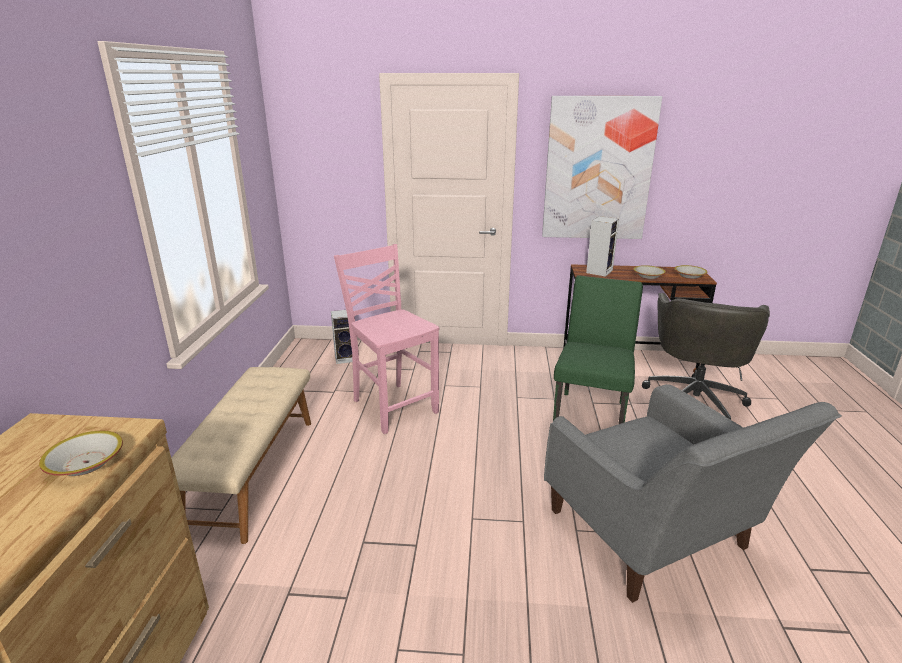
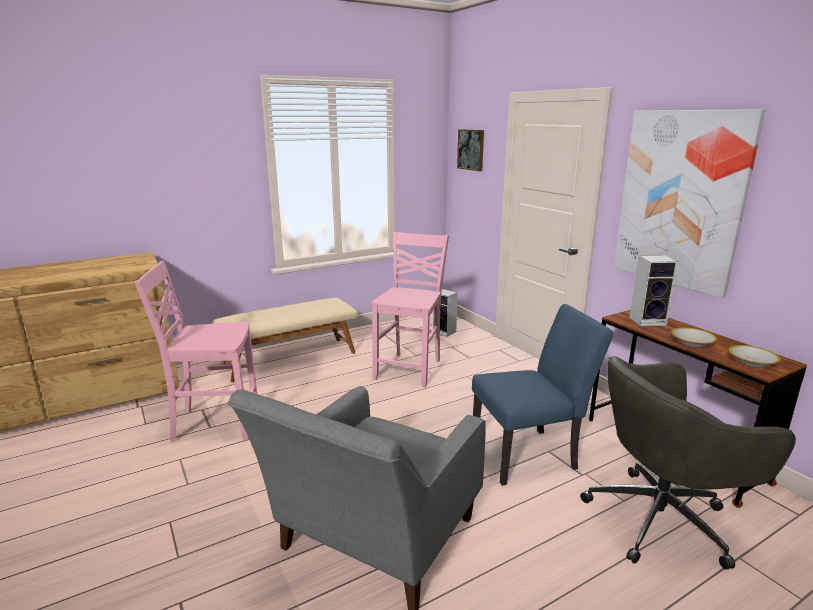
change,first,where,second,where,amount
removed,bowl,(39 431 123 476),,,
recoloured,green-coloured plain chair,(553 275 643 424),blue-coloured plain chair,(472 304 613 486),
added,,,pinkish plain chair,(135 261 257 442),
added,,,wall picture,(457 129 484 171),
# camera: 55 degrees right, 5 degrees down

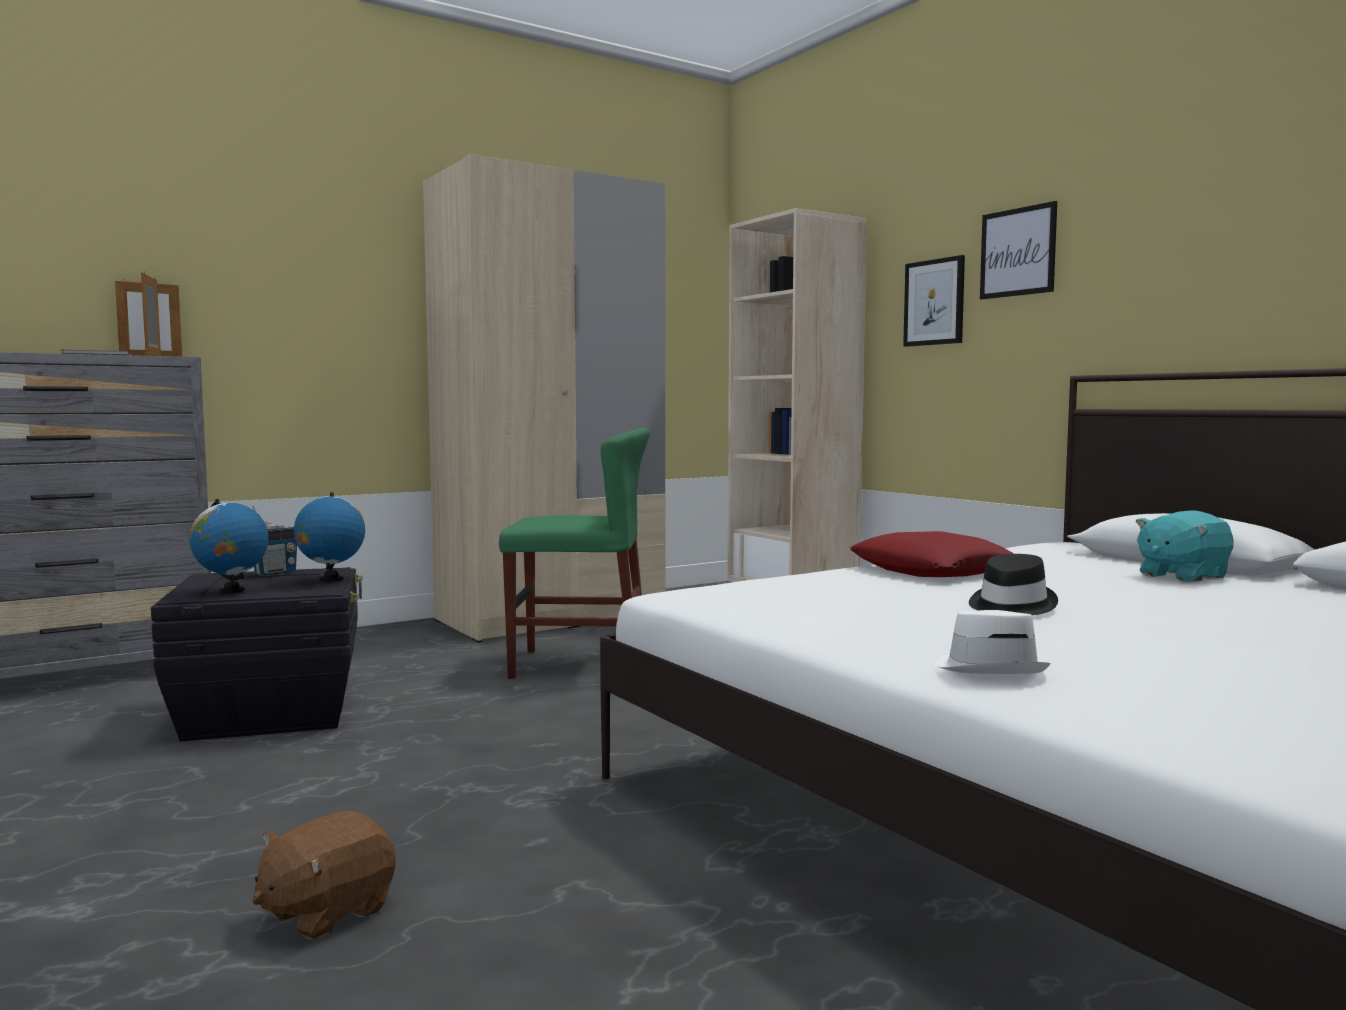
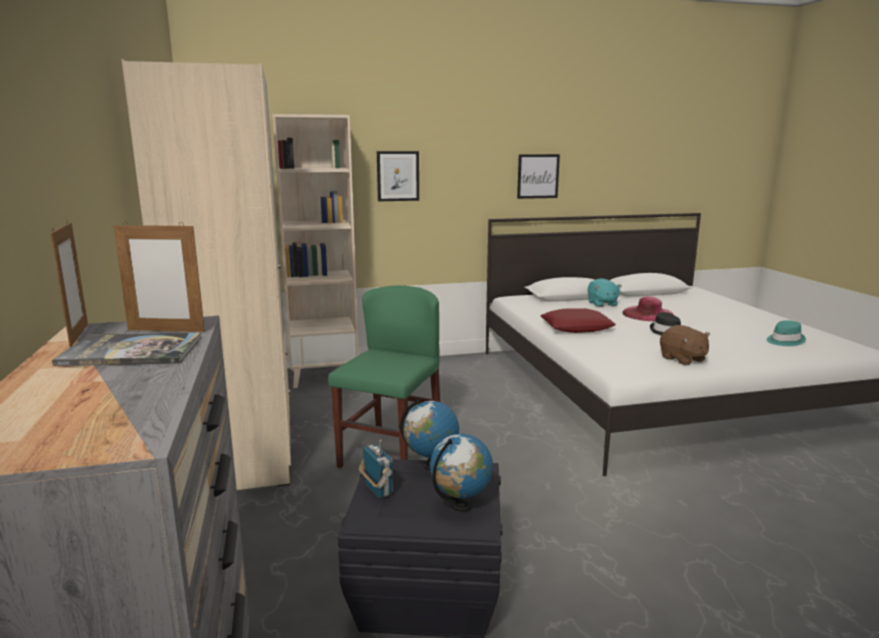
change,first,where,second,where,amount
moved,brown-coloured plush toy,(252 811 396 940),,(660 325 710 365),
removed,white clothing hat,(934 610 1051 674),,,
moved,wall picture,(980 201 1057 299),,(517 154 560 199),
added,,,pinkish clothing hat,(622 296 674 322),
added,,,blue-green clothing hat,(766 320 806 346),
# camera: 70 degrees left, 10 degrees up

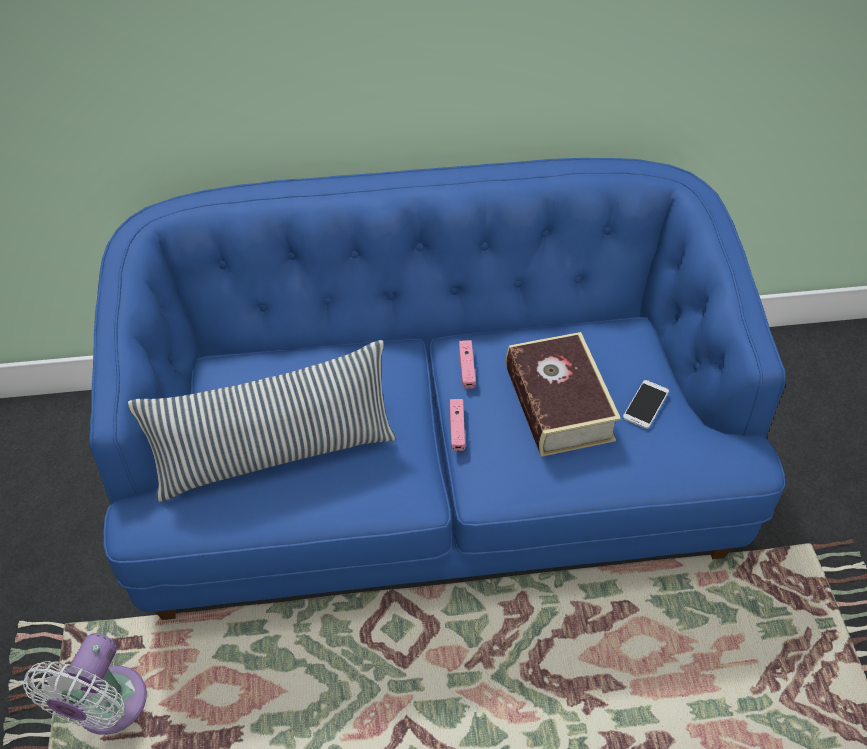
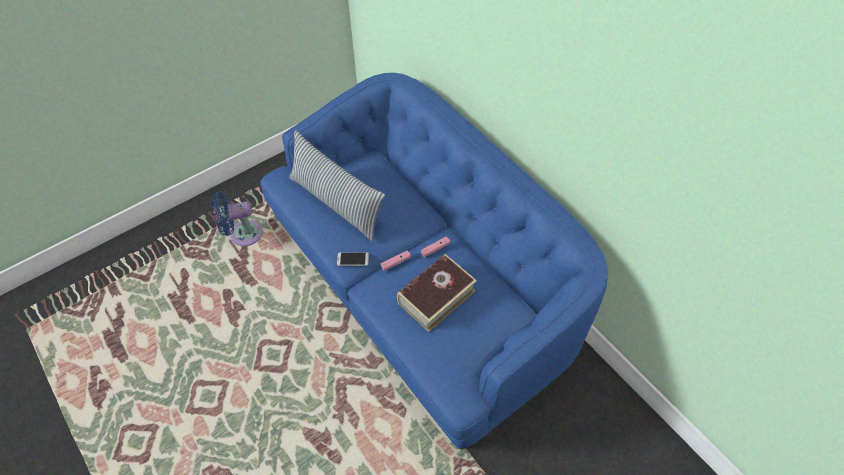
change,first,where,second,where,amount
recoloured,white cooling fan,(23 633 147 735),blue-coloured cooling fan,(212 191 263 246),
moved,telephone,(623 380 669 429),,(337 252 369 266),
# camera: 60 degrees right, 5 degrees up

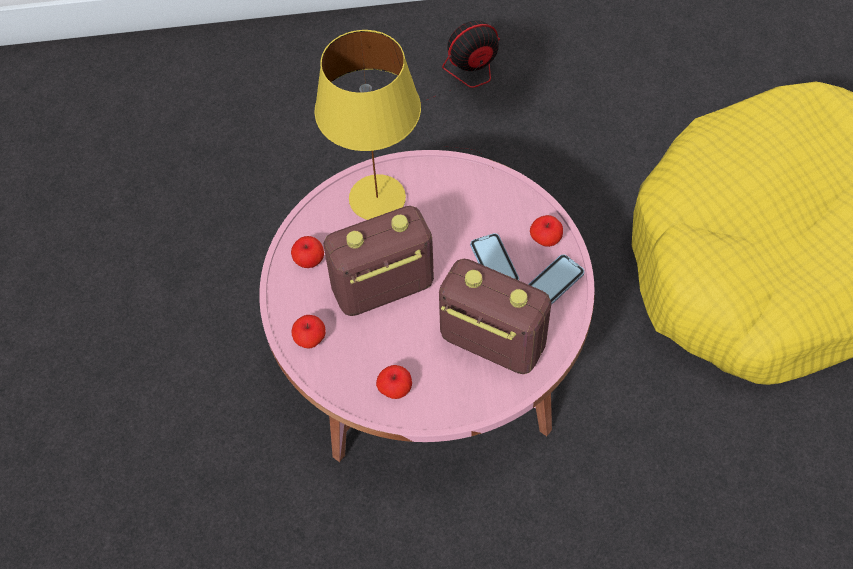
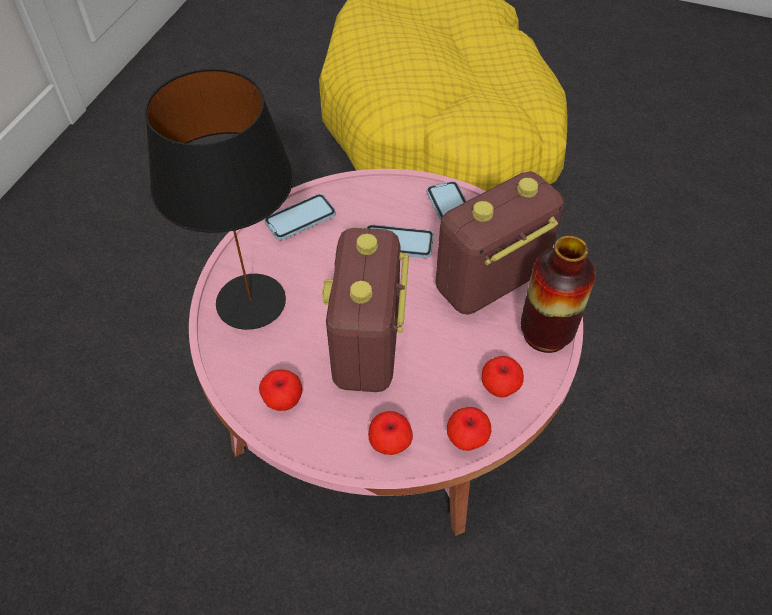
change,first,where,second,where,amount
recoloured,yellow lamp for a table,(314 30 421 220),blackish lamp for a table,(145 69 294 330),
removed,cooling fan,(419 20 500 161),,,
moved,whole apple,(530 215 563 247),,(447 407 491 451),
added,,,telephone,(264 194 336 240),
added,,,vase,(521 236 596 353),
# camera: 65 degrees left, 5 degrees down

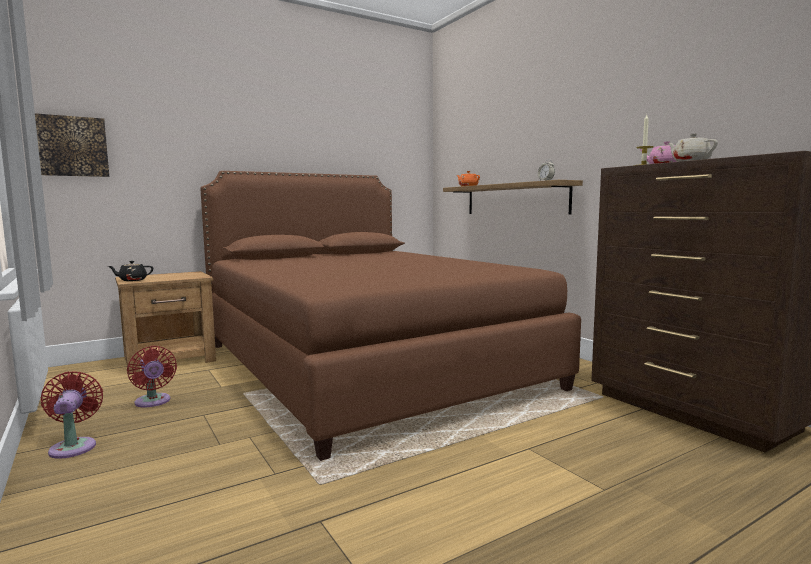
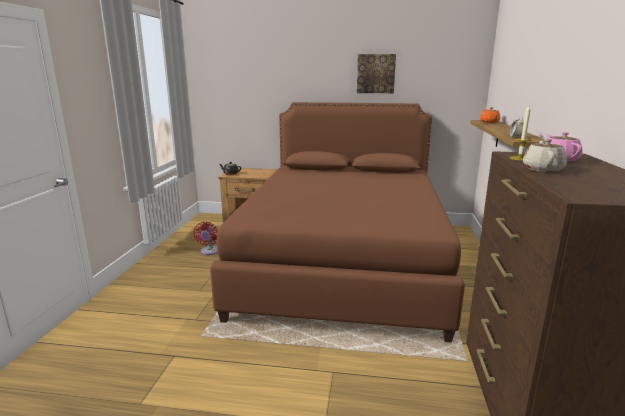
change,first,where,second,where,amount
moved,wall picture,(35 113 109 177),,(357 54 396 93),
removed,red-coloured cooling fan,(41 372 103 459),,,
# camera: 40 degrees right, 10 degrees up

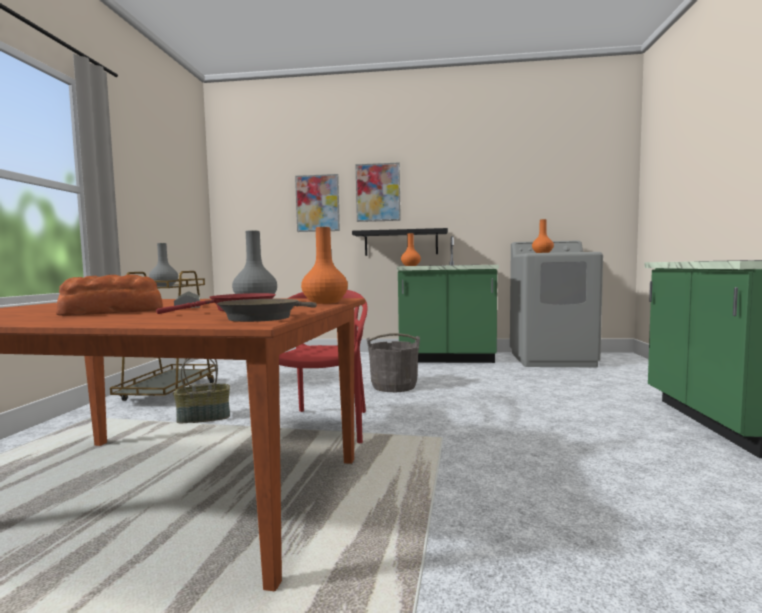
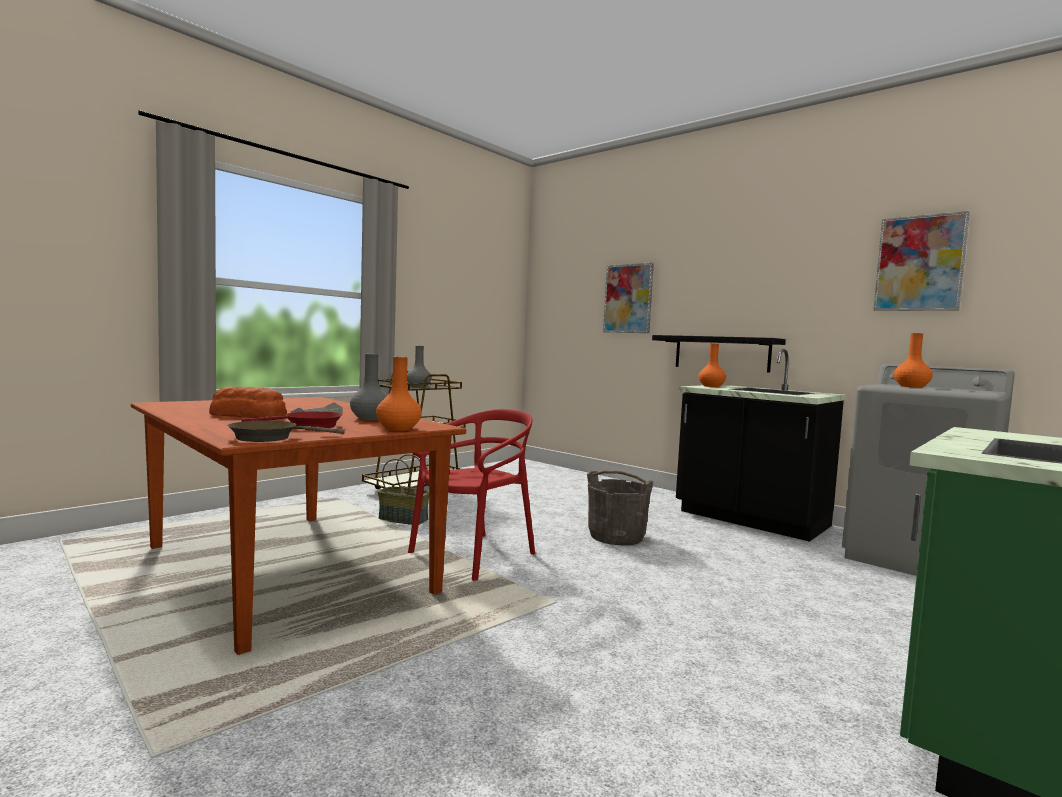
change,first,where,second,where,amount
moved,wall picture,(355 162 401 222),,(873 211 970 311),
recoloured,green-coloured kitchen counter,(397 236 499 363),blackish kitchen counter,(676 349 846 542),
# camera: 35 degrees right, 0 degrees up

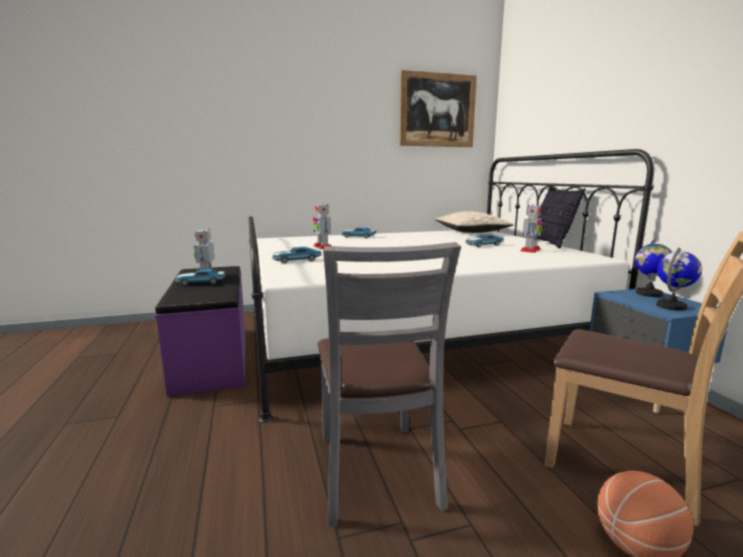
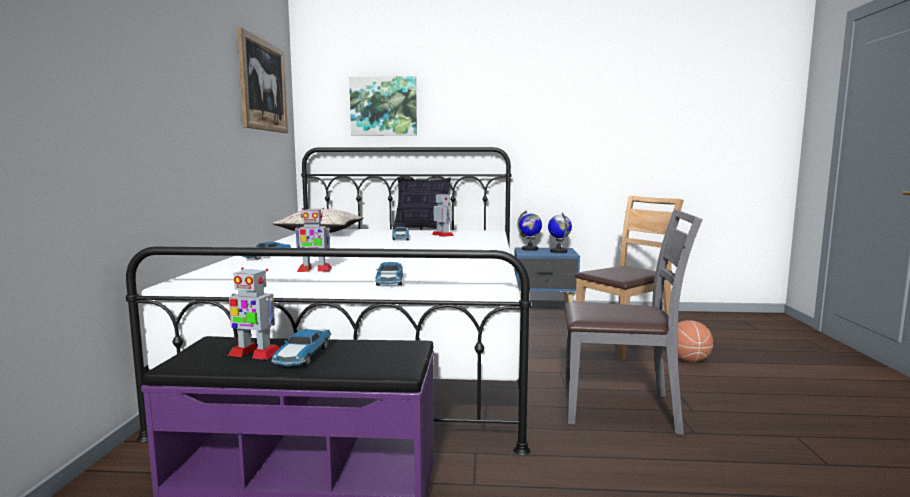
change,first,where,second,where,amount
added,,,wall picture,(349 76 417 135),
# camera: 70 degrees left, 5 degrees down

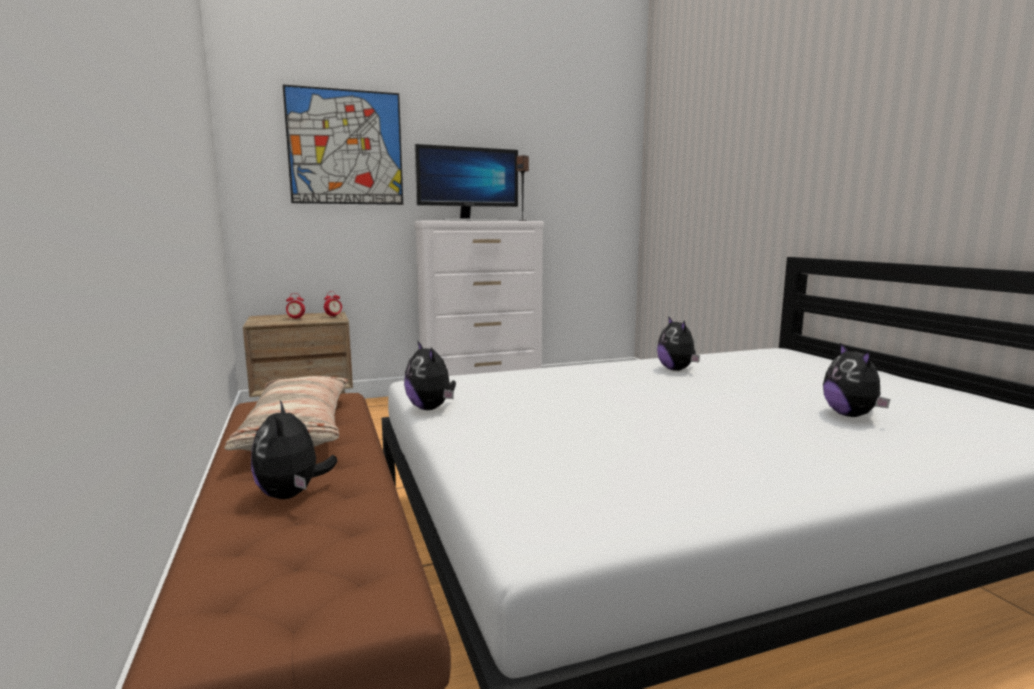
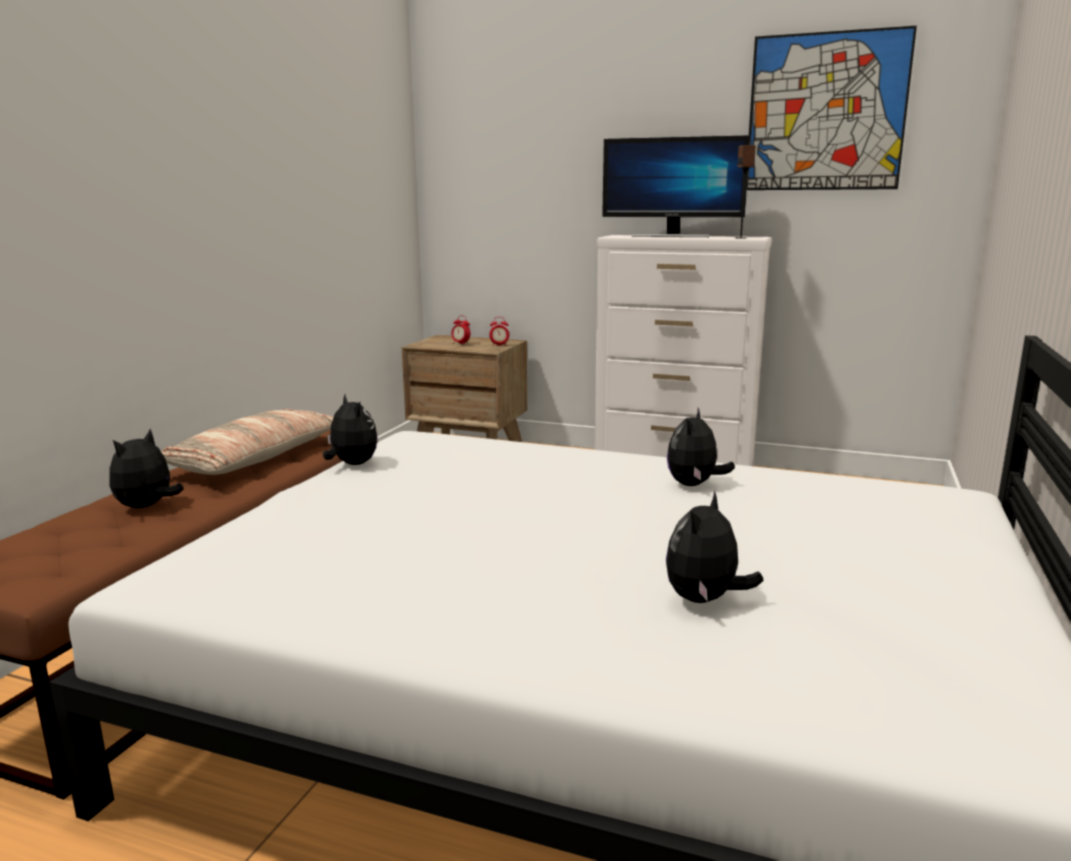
change,first,where,second,where,amount
moved,wall picture,(283 85 403 205),,(747 26 917 190),
turned,plush toy,(404 340 456 410),,(323 394 378 465),135 degrees clockwise
# camera: 40 degrees right, 5 degrees up

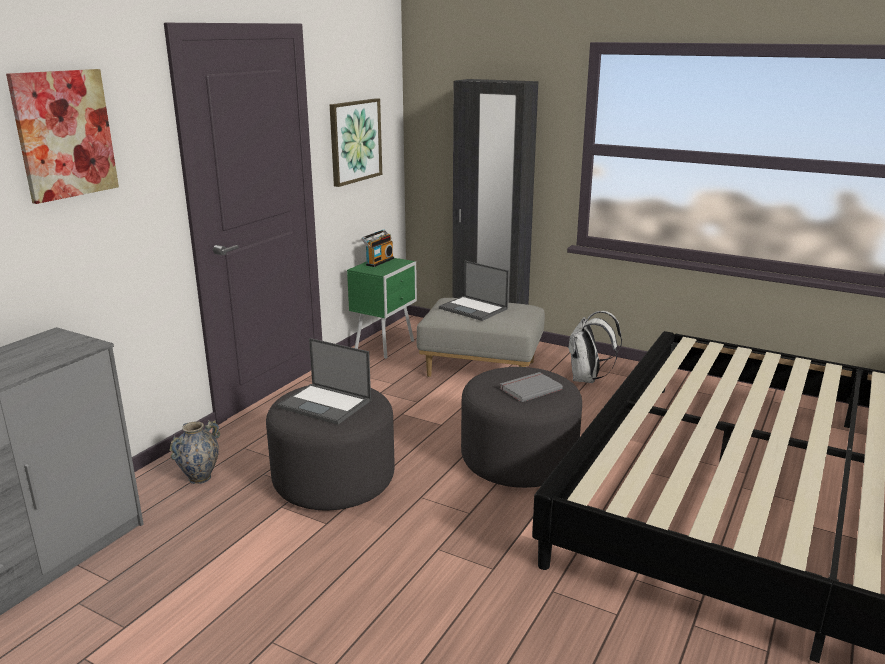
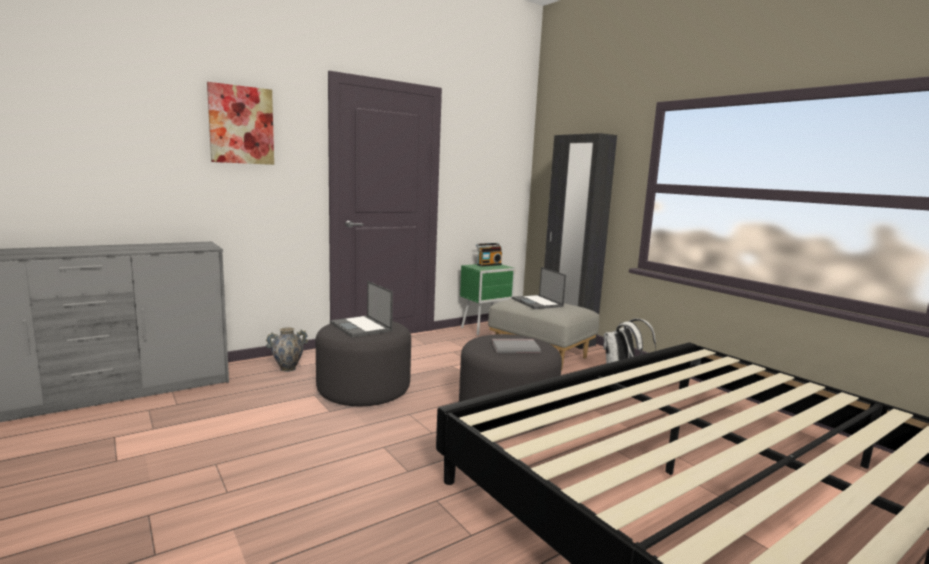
change,first,where,second,where,amount
removed,wall picture,(330 98 382 187),,,
# camera: 25 degrees right, 10 degrees down

